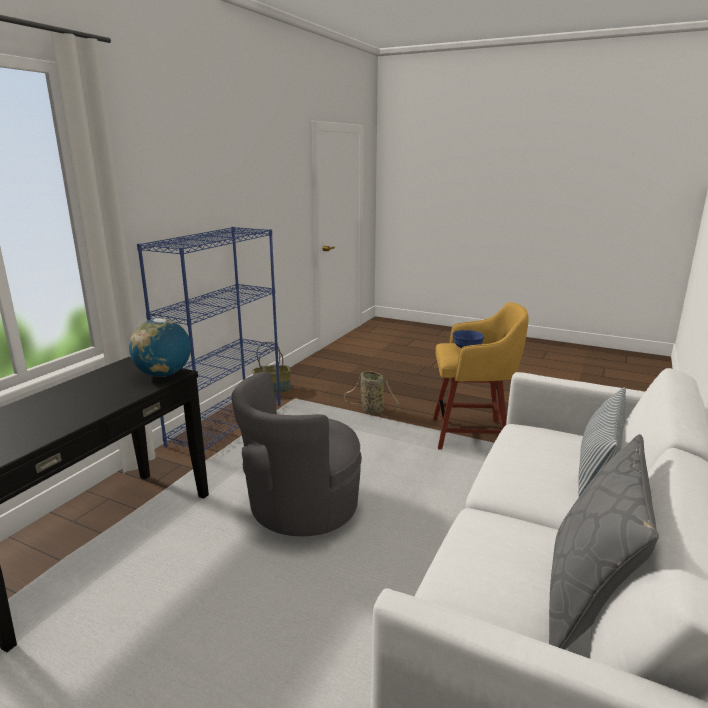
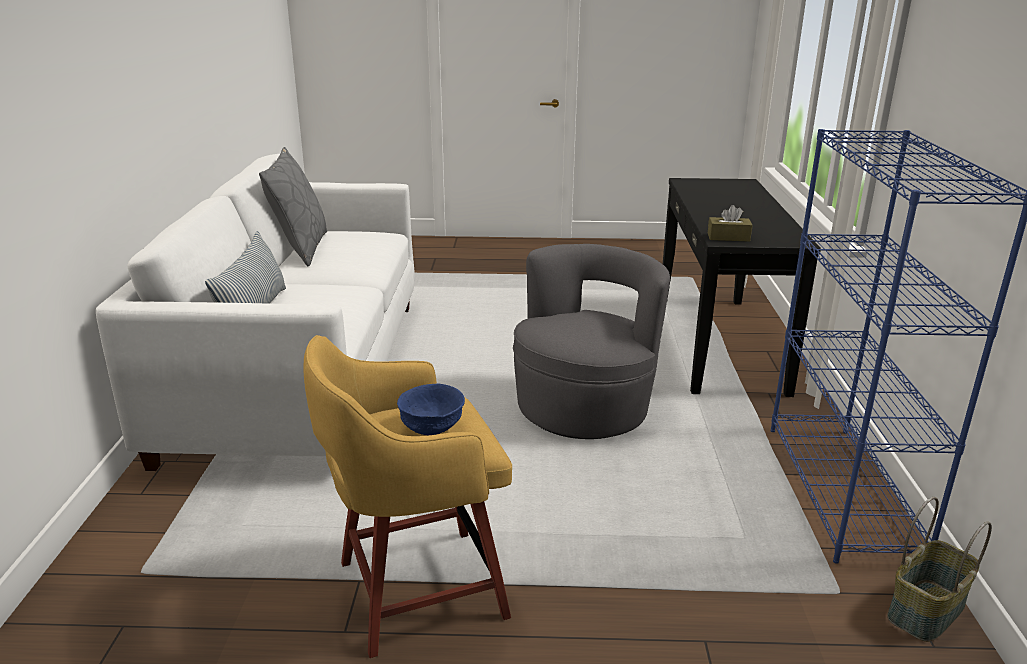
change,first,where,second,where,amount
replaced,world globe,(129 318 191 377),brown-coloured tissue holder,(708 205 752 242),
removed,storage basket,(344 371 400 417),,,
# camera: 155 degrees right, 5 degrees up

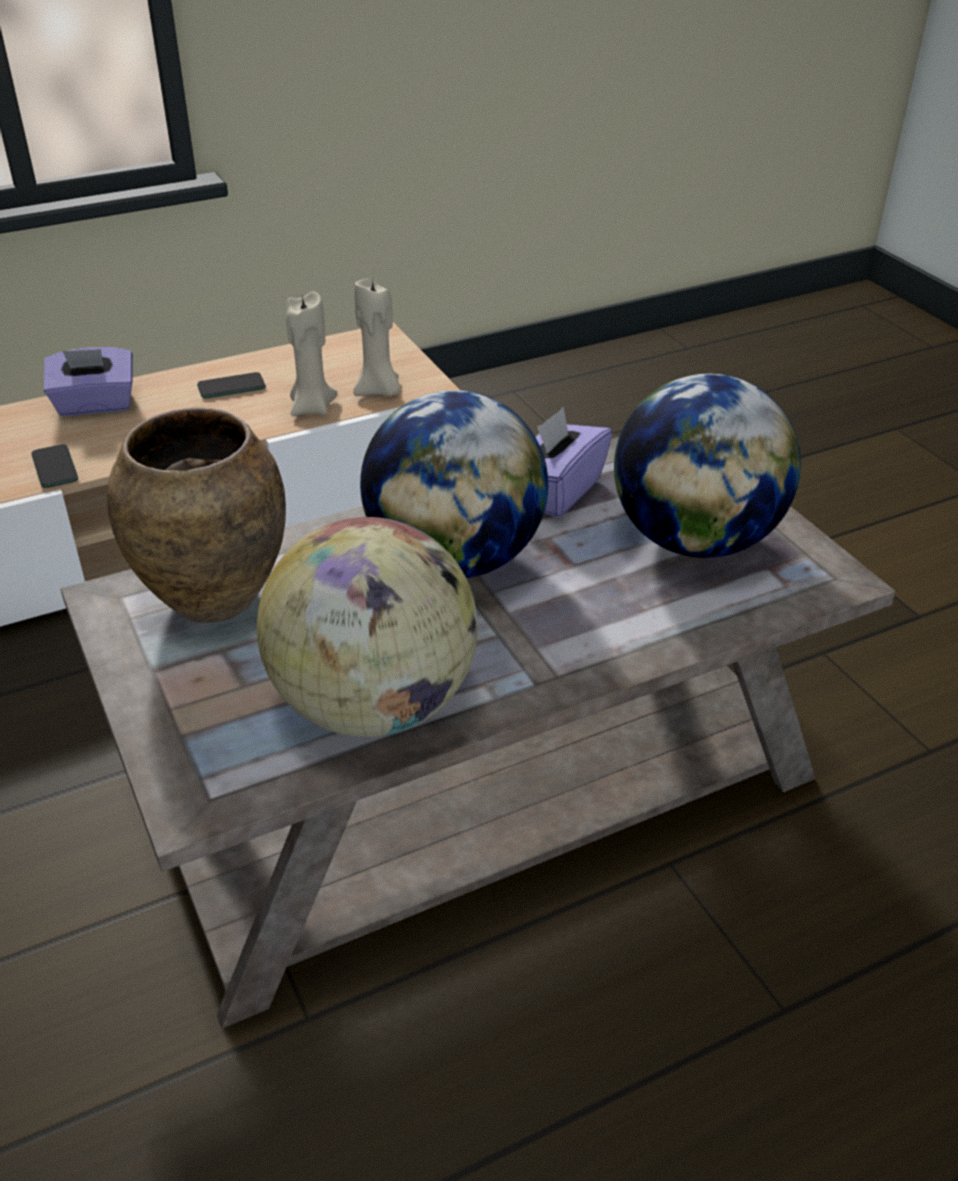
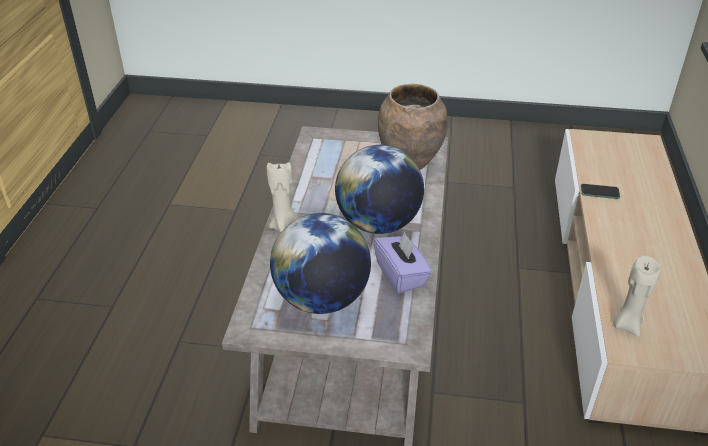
change,first,where,second,where,amount
removed,purple tissue holder,(44 347 133 416),,,
removed,telephone,(197 372 266 399),,,
removed,world globe,(257 517 478 737),,,
moved,beige wax candle,(286 291 338 416),,(267 161 298 233),
# camera: 125 degrees right, 0 degrees up

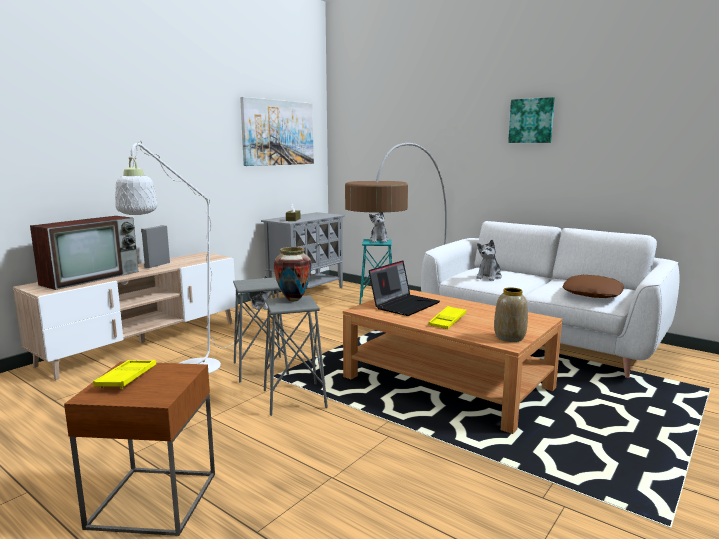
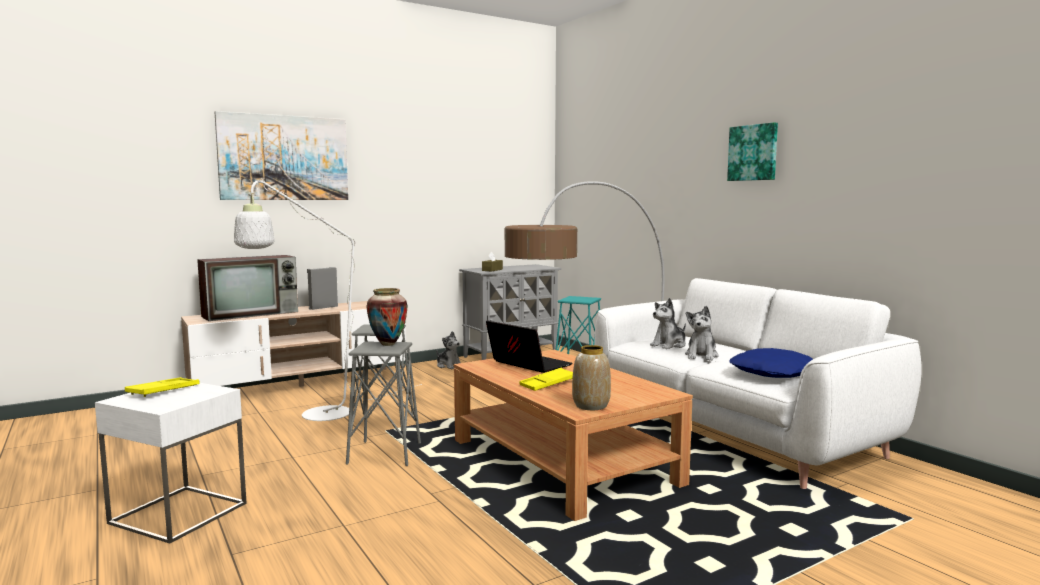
change,first,where,second,where,amount
recoloured,brown-coloured accent table,(64 361 215 536),white accent table,(95 383 247 544),
moved,wall picture,(240 97 314 166),,(215 111 348 200),
moved,plush toy,(369 212 389 243),,(685 306 719 360),
turned,laptop,(369 260 440 316),,(486 320 572 373),105 degrees counterclockwise
recoloured,brown-coloured throw pillow,(562 275 624 298),blue-coloured throw pillow,(729 348 813 378),
# camera: 20 degrees right, 5 degrees down

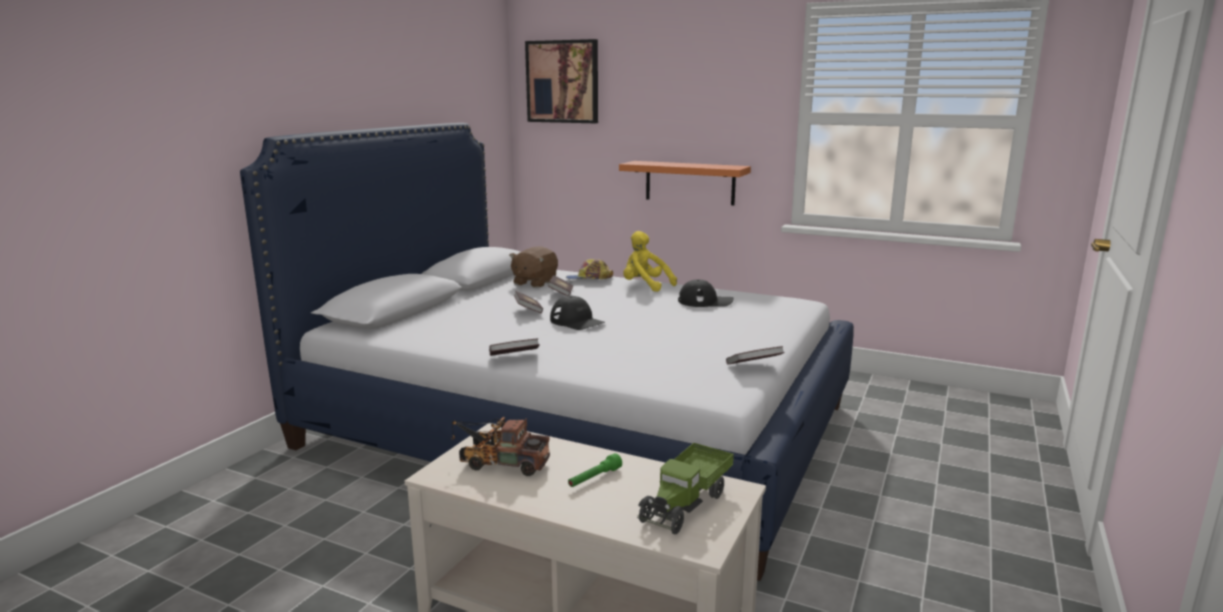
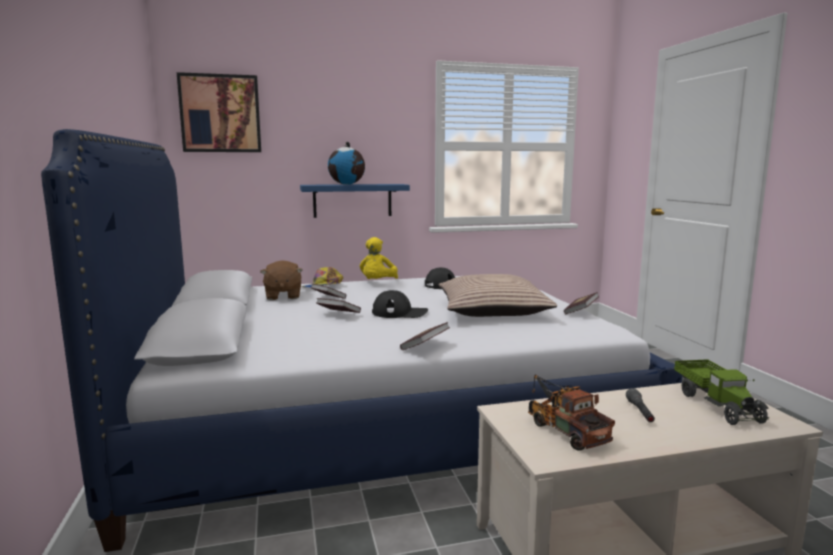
change,first,where,second,where,amount
turned,toy lorry,(451 417 550 476),,(528 375 615 451),90 degrees clockwise
recoloured,green-coloured flashlight,(568 453 622 487),gray flashlight,(626 388 655 422),
recoloured,orangey shelf,(619 161 751 205),blue-coloured shelf,(300 184 410 218),
turned,yellow plush toy,(623 231 677 292),,(360 237 398 279),75 degrees counterclockwise
added,,,world globe,(328 142 365 185),
added,,,throw pillow,(439 274 557 317),
# camera: 40 degrees left, 5 degrees down

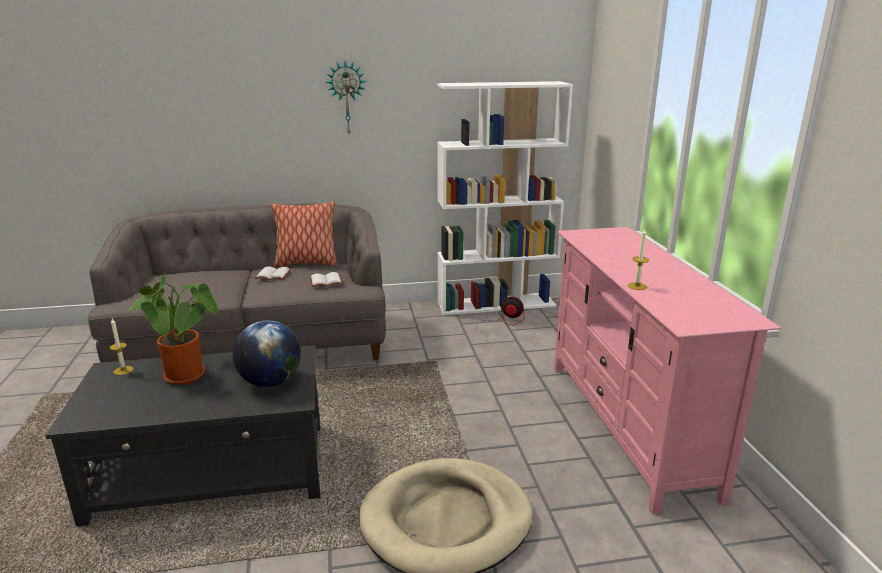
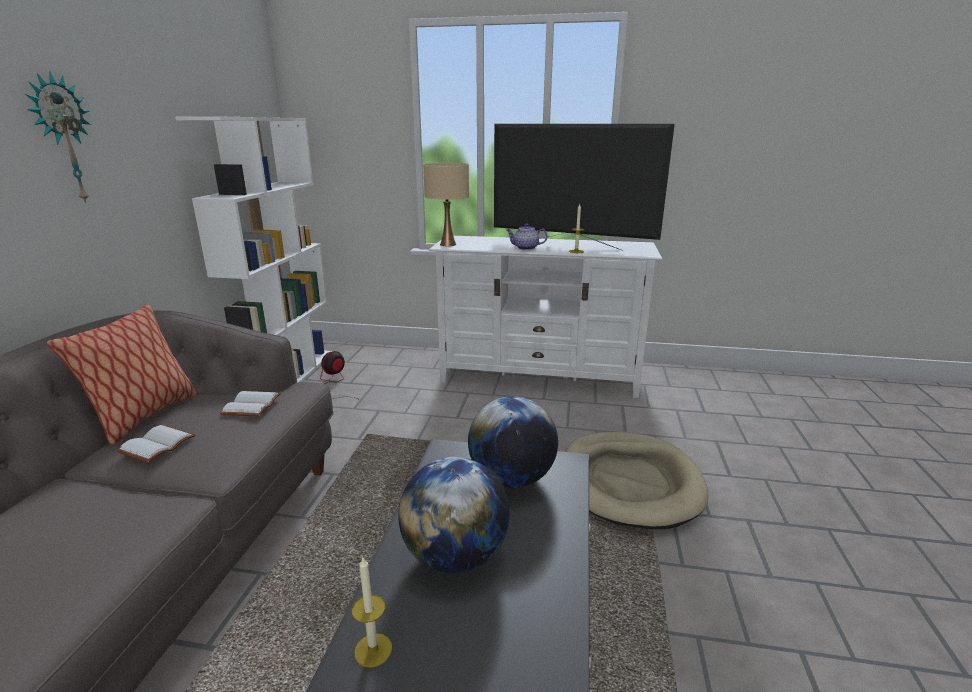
change,first,where,second,where,amount
replaced,potted plant,(128 273 218 385),world globe,(398 457 510 573),
recoloured,pinkish tv stand,(554 227 781 515),white tv stand,(429 236 663 398),
added,,,beige lamp for a table,(423 163 469 246),
added,,,TV,(494 124 675 251),
added,,,pot for tea,(507 223 548 250),
# camera: 70 degrees left, 0 degrees up

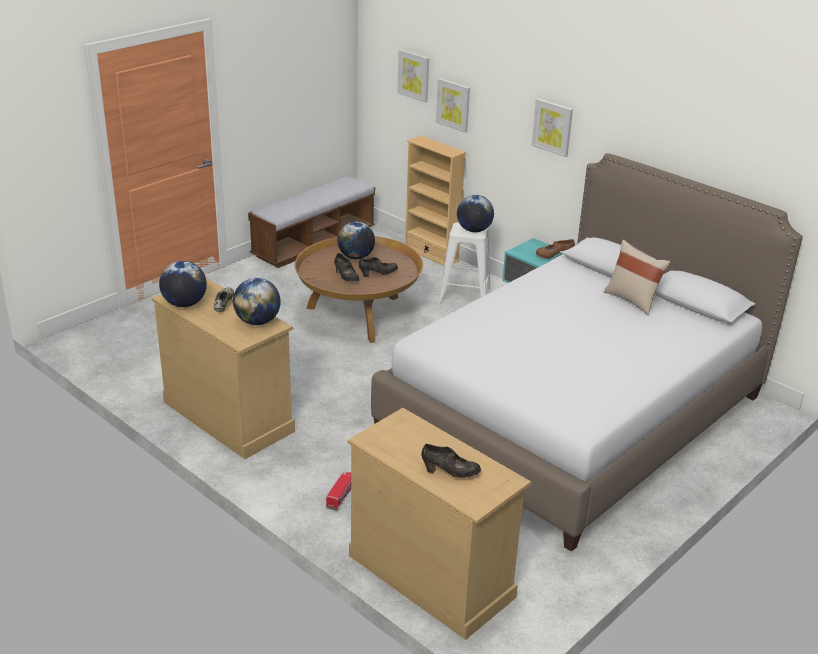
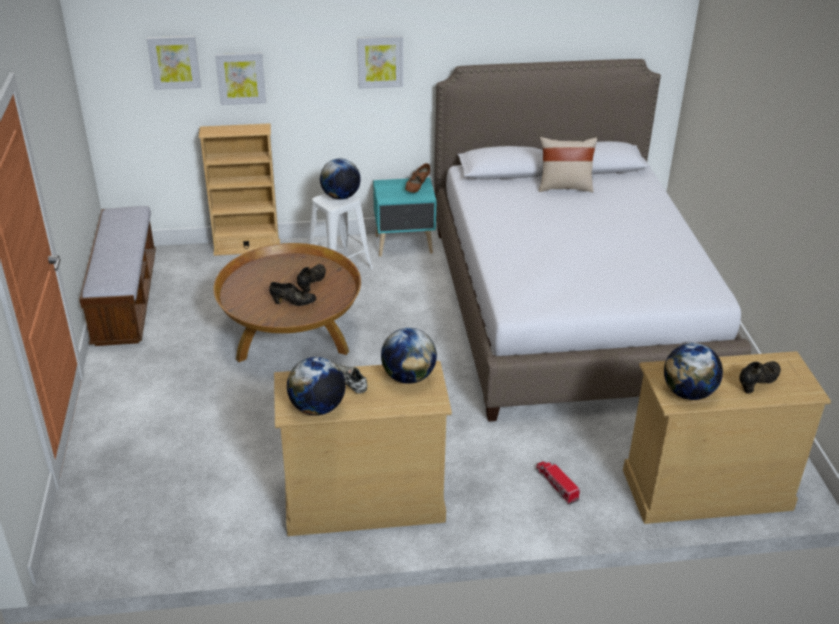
change,first,where,second,where,amount
moved,world globe,(337 222 375 259),,(664 343 723 400),
# camera: 50 degrees left, 5 degrees up

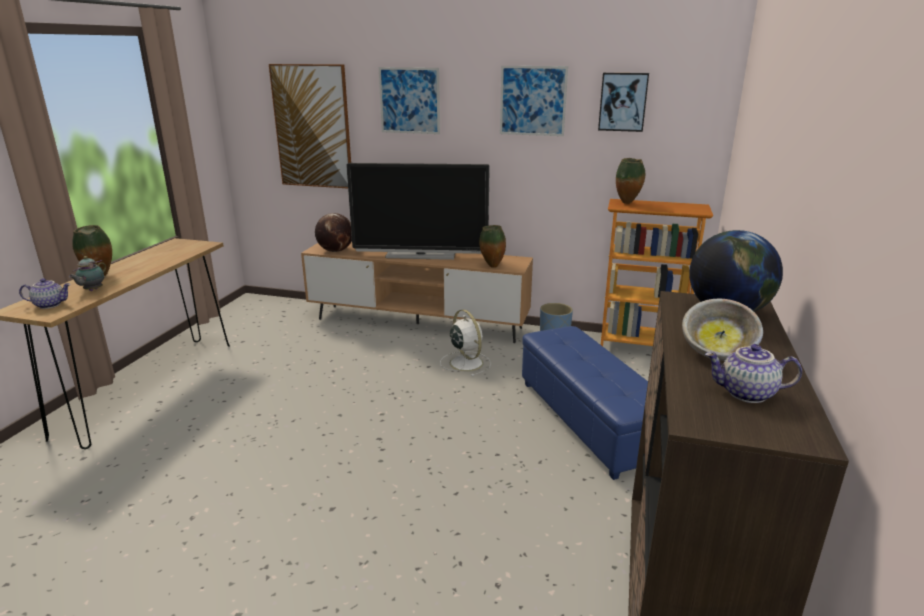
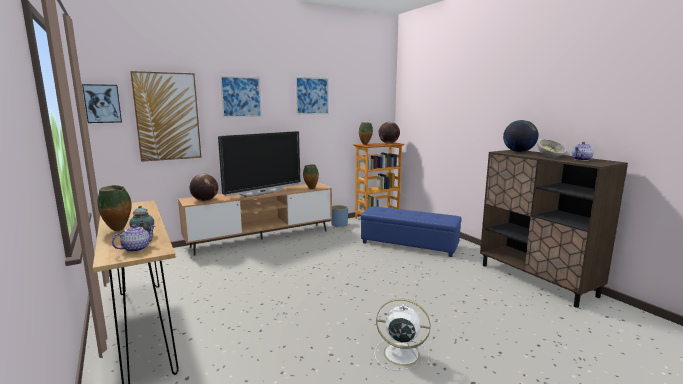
change,first,where,second,where,amount
moved,white cooling fan,(440 310 491 376),,(374 298 430 371),
moved,wall picture,(598 73 649 132),,(82 84 122 123),
added,,,world globe,(379 122 400 144),
# camera: 45 degrees left, 10 degrees down

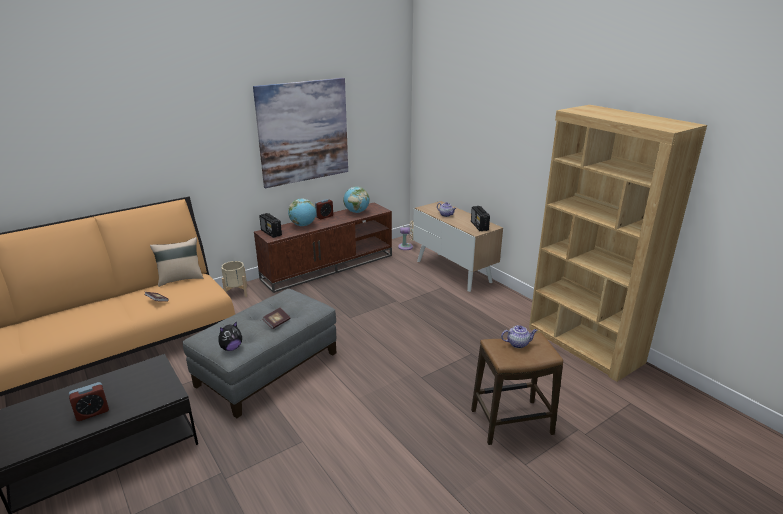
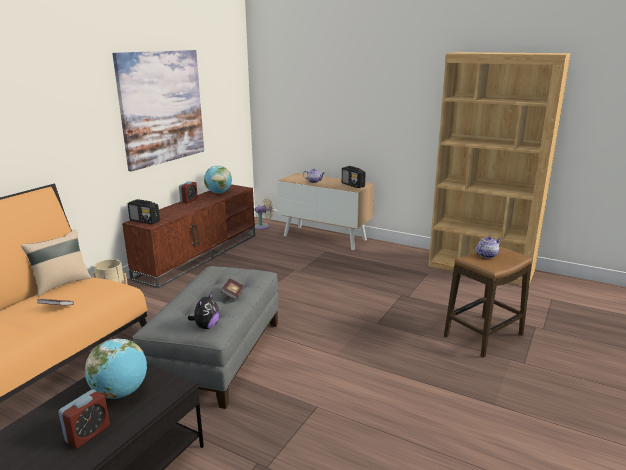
change,first,where,second,where,amount
moved,world globe,(288 198 316 226),,(85 338 147 399),
# camera: 25 degrees left, 5 degrees down

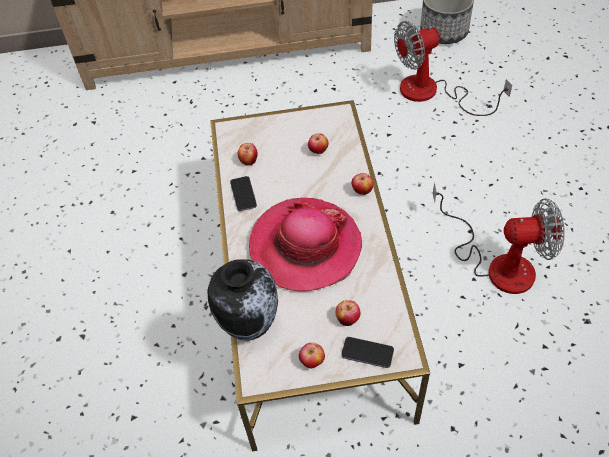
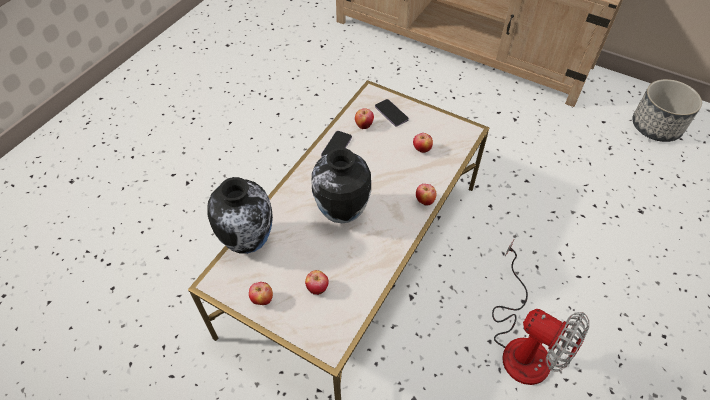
change,first,where,second,where,amount
replaced,clothing hat,(249 198 362 292),vase,(312 148 371 223),
moved,telephone,(341 337 394 368),,(375 99 409 126),
removed,cooling fan,(394 21 512 116),,,
# camera: 35 degrees right, 0 degrees up

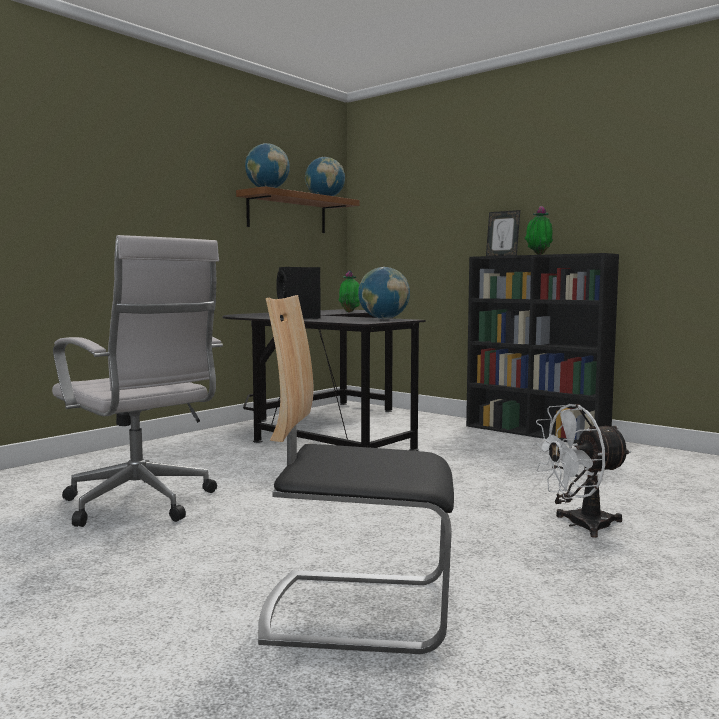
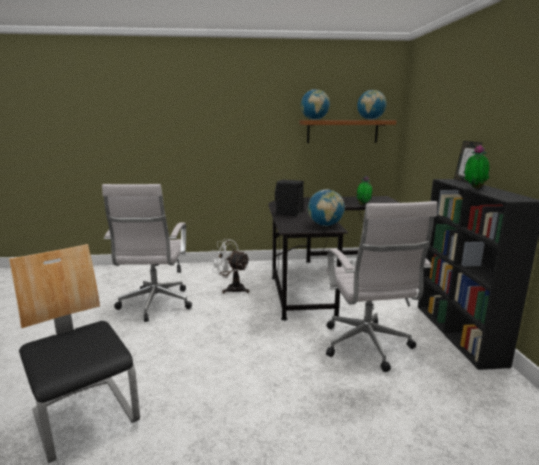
change,first,where,second,where,amount
moved,white cooling fan,(532 404 631 538),,(211 239 250 293),
added,,,white desk chair,(326 201 437 372),
# camera: 45 degrees right, 10 degrees up

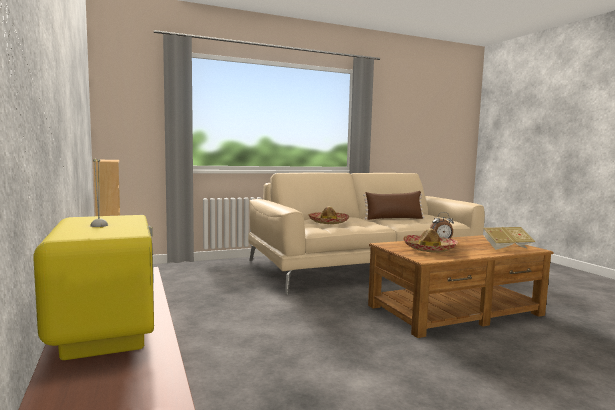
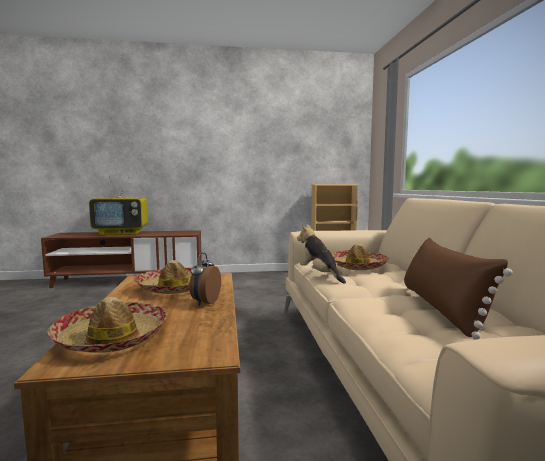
change,first,where,second,where,amount
replaced,volume,(483 227 535 250),clothing hat,(47 297 167 353),
added,,,plush toy,(297 224 346 284),
# camera: 105 degrees right, 0 degrees up

